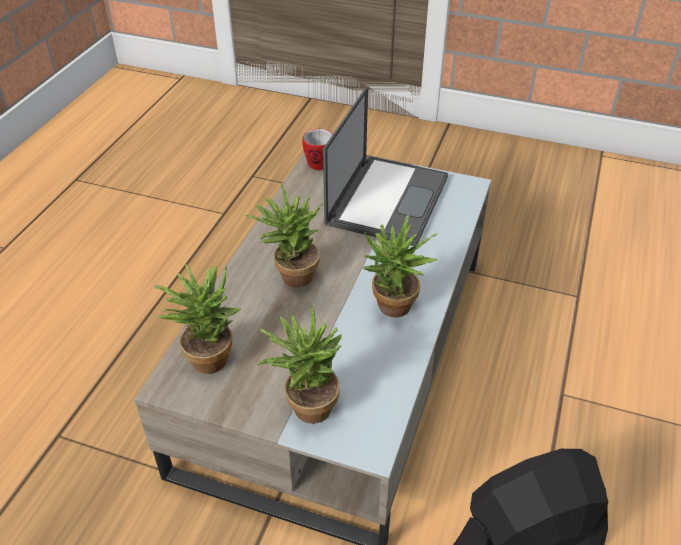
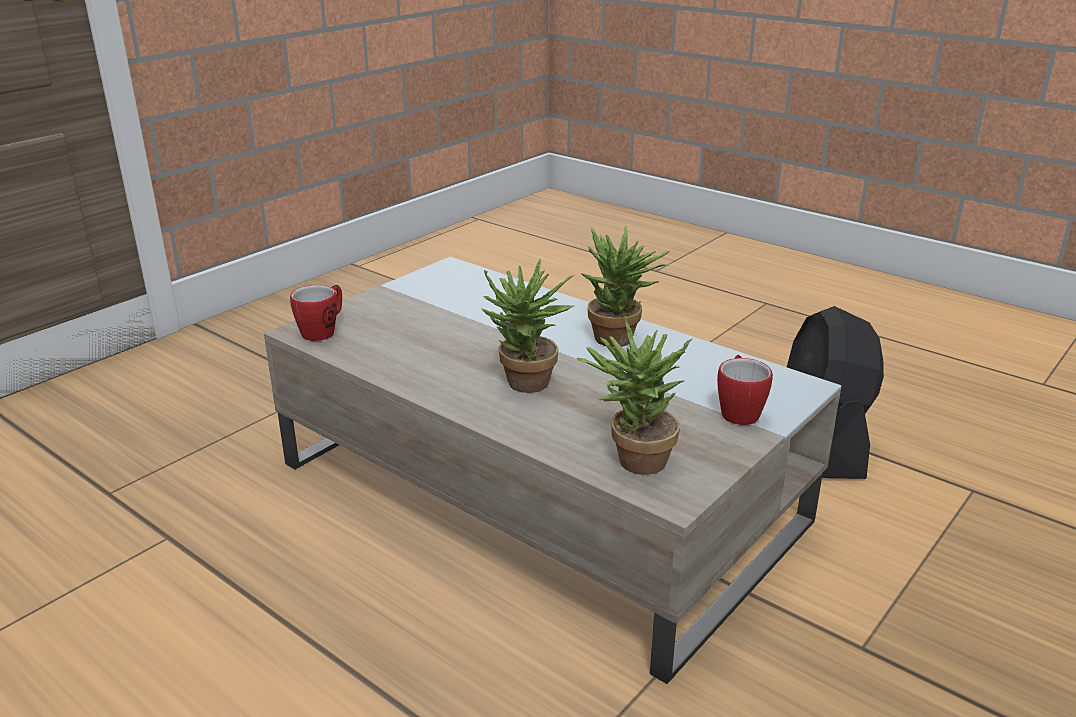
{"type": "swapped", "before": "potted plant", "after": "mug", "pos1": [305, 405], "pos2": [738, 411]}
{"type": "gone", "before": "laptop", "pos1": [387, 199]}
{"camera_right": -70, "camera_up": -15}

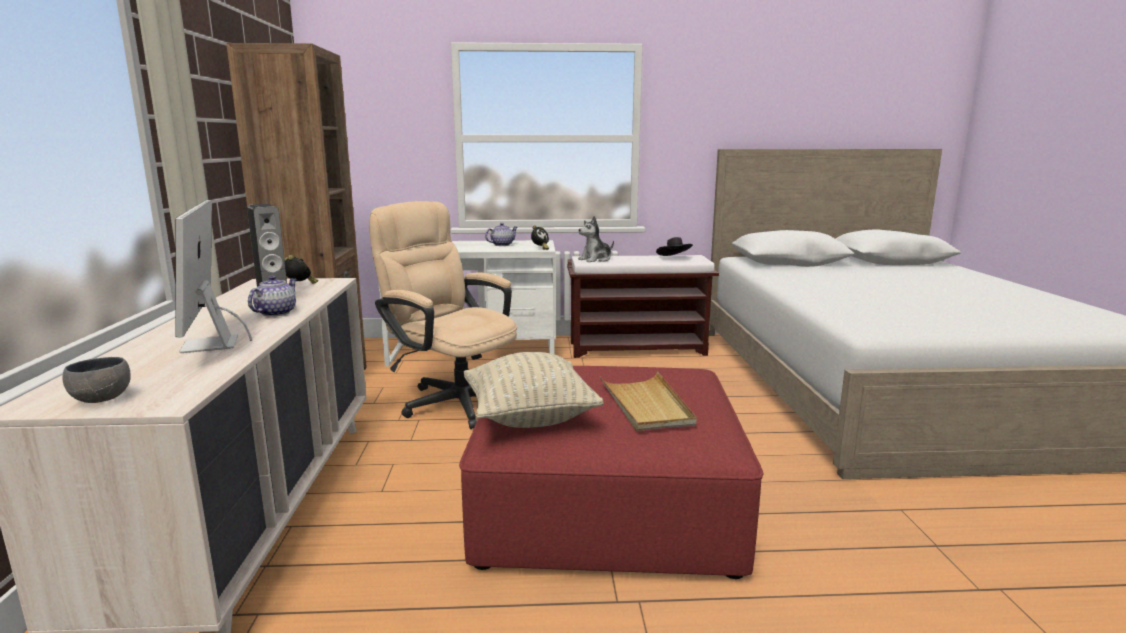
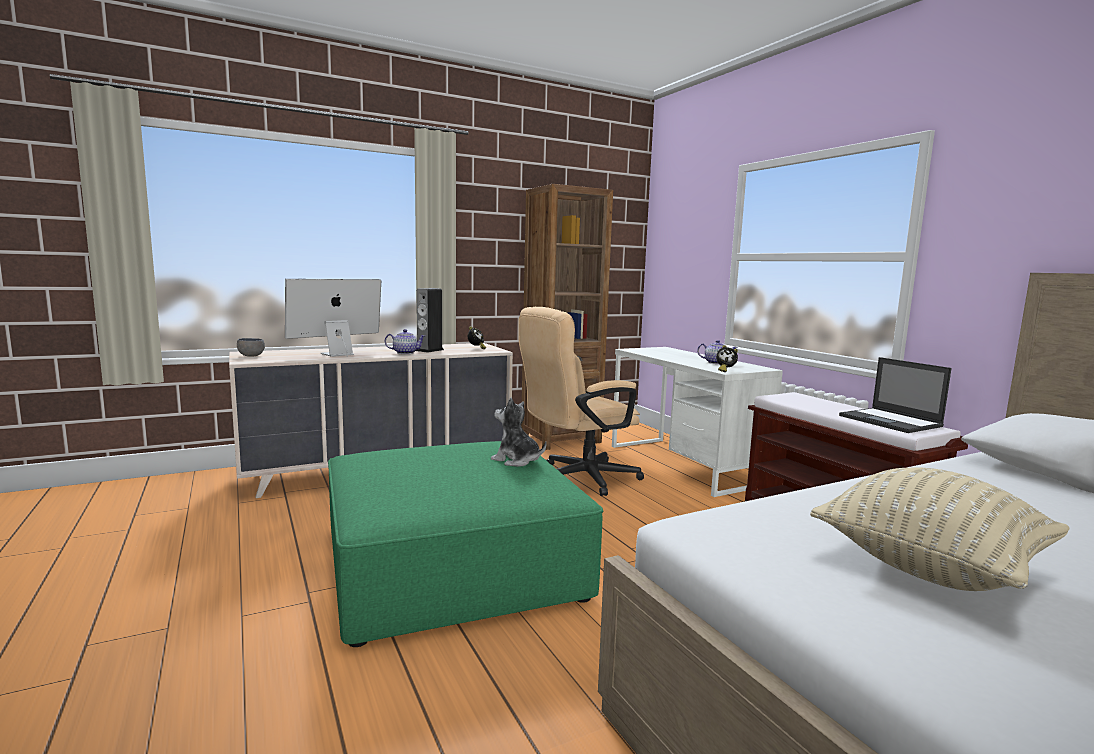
{"type": "rotated", "before": "beige office chair", "pos1": [453, 400], "pos2": [577, 479], "turn": -135}
{"type": "repainted", "before": "red ottoman", "after": "green ottoman", "pos1": [604, 499], "pos2": [454, 564]}
{"type": "shifted", "before": "beige pillow", "pos1": [529, 418], "pos2": [930, 567]}
{"type": "shifted", "before": "plush toy", "pos1": [596, 259], "pos2": [516, 460]}
{"type": "gone", "before": "beige tray", "pos1": [646, 405]}
{"type": "swapped", "before": "black hat", "after": "laptop", "pos1": [674, 258], "pos2": [891, 421]}
{"camera_right": 65, "camera_up": -5}

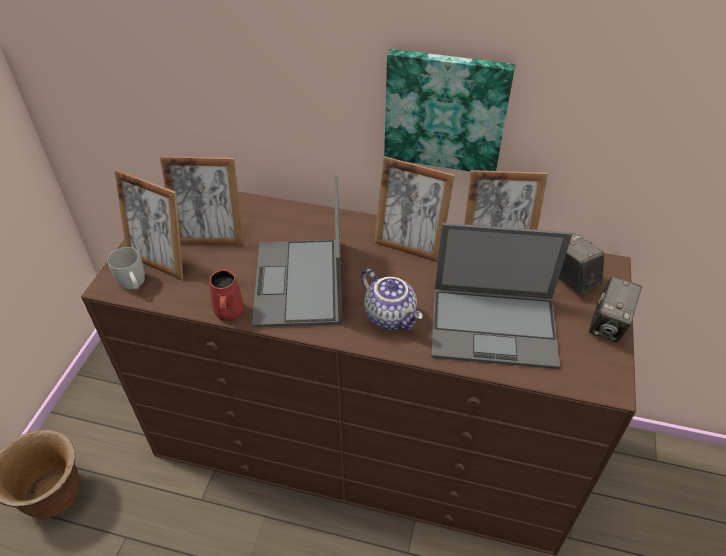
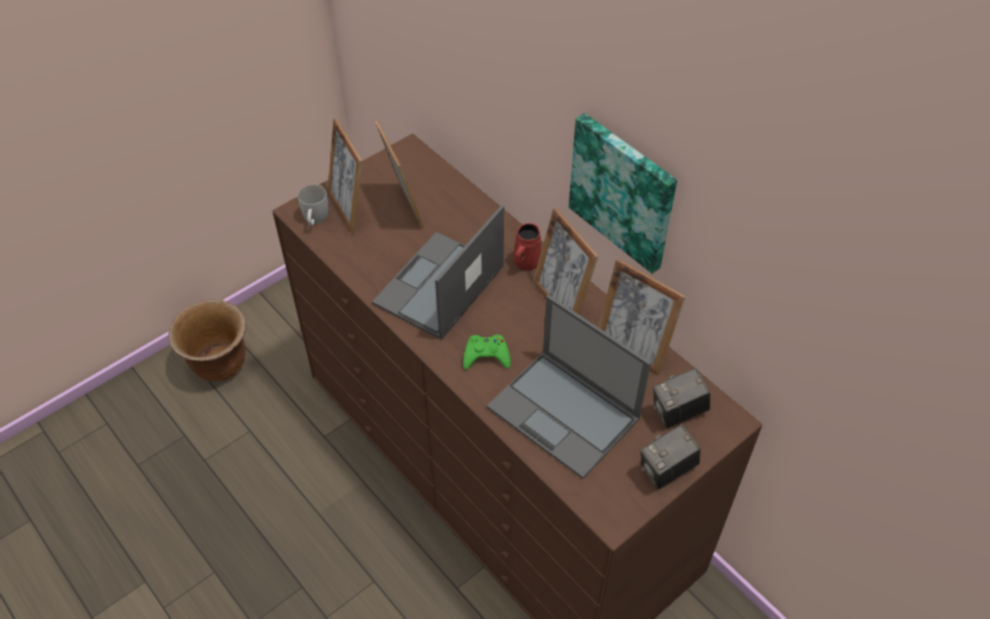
{"type": "rotated", "before": "picture frame", "pos1": [211, 238], "pos2": [403, 208], "turn": -150}
{"type": "shifted", "before": "red mug", "pos1": [229, 313], "pos2": [526, 262]}
{"type": "swapped", "before": "teapot", "after": "green game controller", "pos1": [391, 316], "pos2": [486, 355]}
{"type": "rotated", "before": "photo camera", "pos1": [571, 280], "pos2": [678, 413], "turn": -120}
{"camera_right": 35, "camera_up": 5}

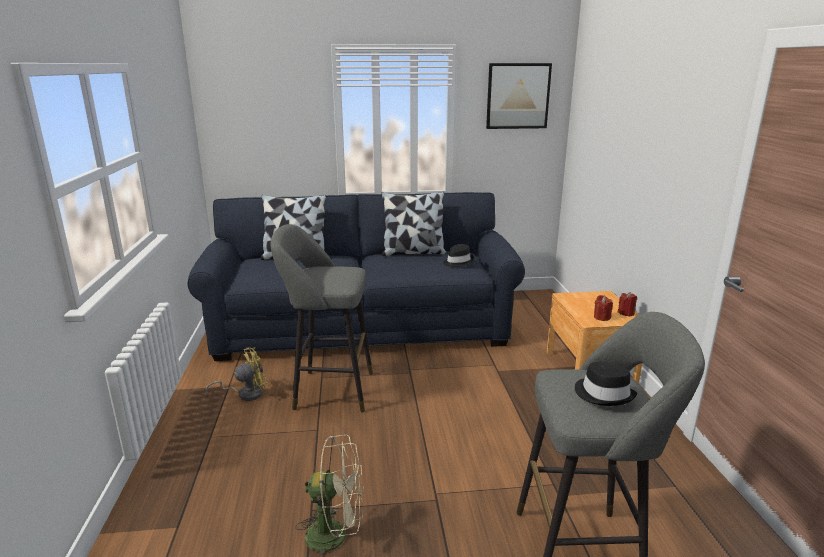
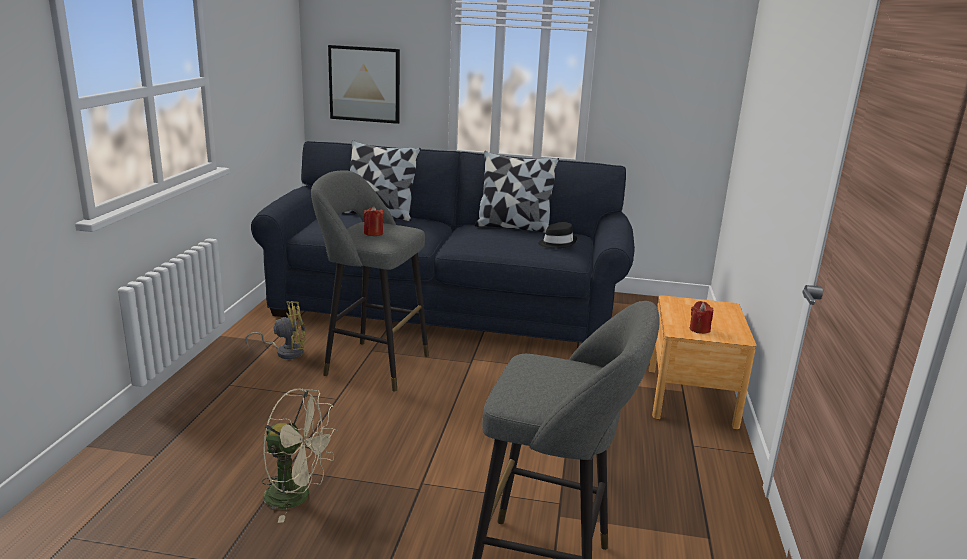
{"type": "shifted", "before": "picture", "pos1": [518, 96], "pos2": [364, 84]}
{"type": "gone", "before": "black hat", "pos1": [604, 394]}
{"type": "shifted", "before": "red candle", "pos1": [626, 313], "pos2": [373, 233]}
{"camera_right": 15, "camera_up": 0}

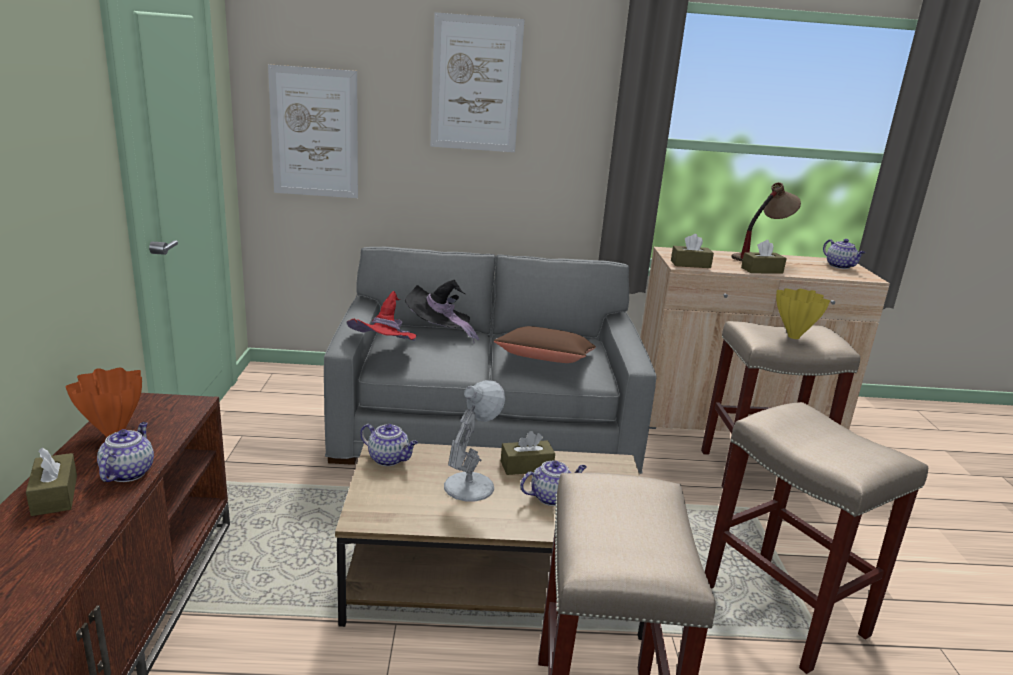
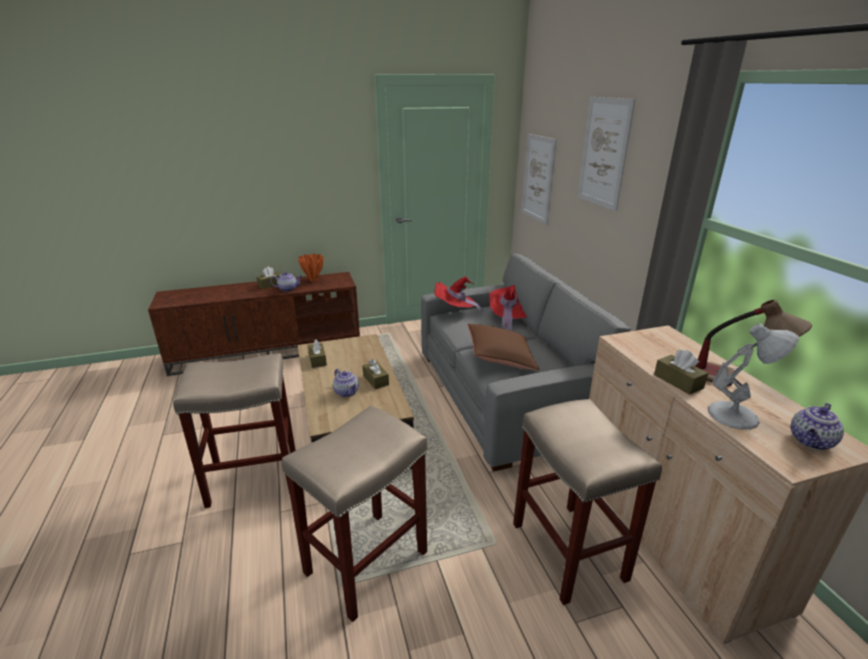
{"type": "gone", "before": "teapot", "pos1": [389, 459]}
{"type": "repainted", "before": "black hat", "after": "red hat", "pos1": [439, 332], "pos2": [508, 318]}
{"type": "shifted", "before": "white table lamp", "pos1": [470, 485], "pos2": [736, 415]}
{"type": "shifted", "before": "brown tissue box", "pos1": [690, 264], "pos2": [317, 360]}
{"type": "gone", "before": "yellow vase", "pos1": [793, 337]}
{"camera_right": 75, "camera_up": 5}

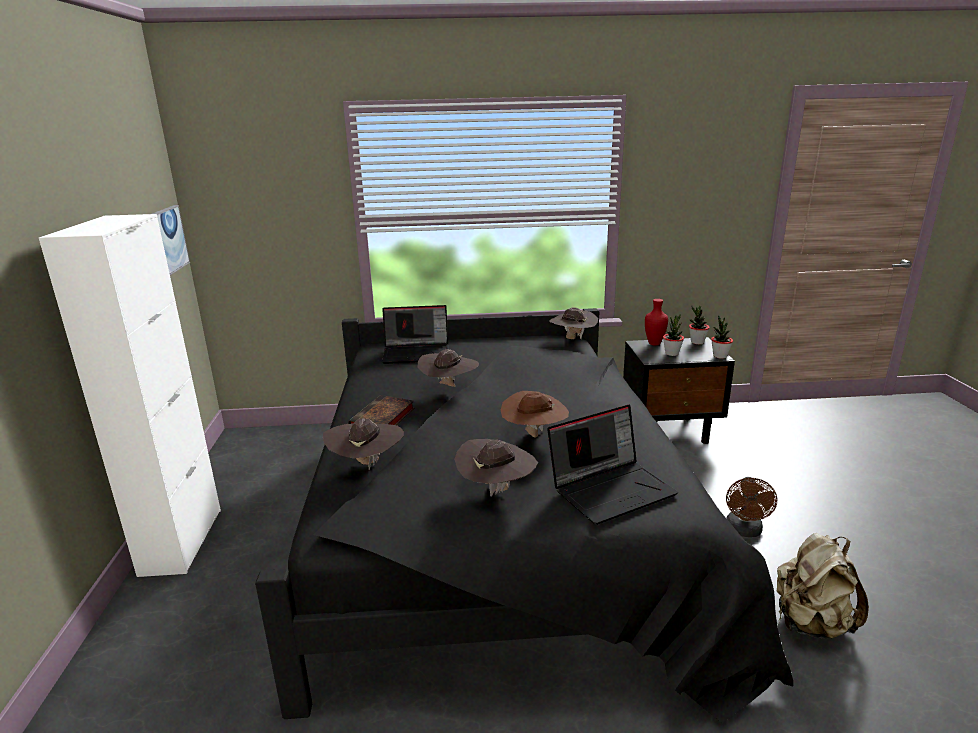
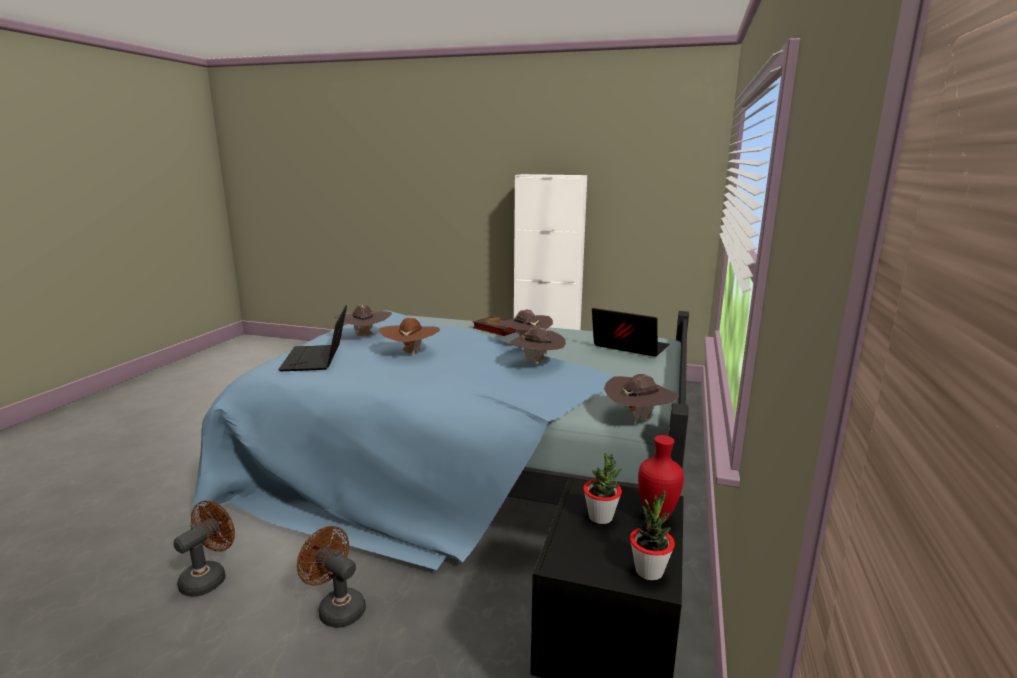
{"type": "gone", "before": "picture", "pos1": [168, 240]}
{"type": "repainted", "before": "black bed", "after": "blue bed", "pos1": [502, 530], "pos2": [471, 465]}
{"type": "shifted", "before": "brown hat", "pos1": [366, 464], "pos2": [537, 363]}
{"type": "rotated", "before": "laptop", "pos1": [417, 353], "pos2": [628, 348], "turn": 105}
{"type": "gone", "before": "potted plant", "pos1": [719, 356]}
{"type": "swapped", "before": "beige backpack", "after": "brown fan", "pos1": [810, 623], "pos2": [209, 577]}
{"camera_right": 110, "camera_up": -5}

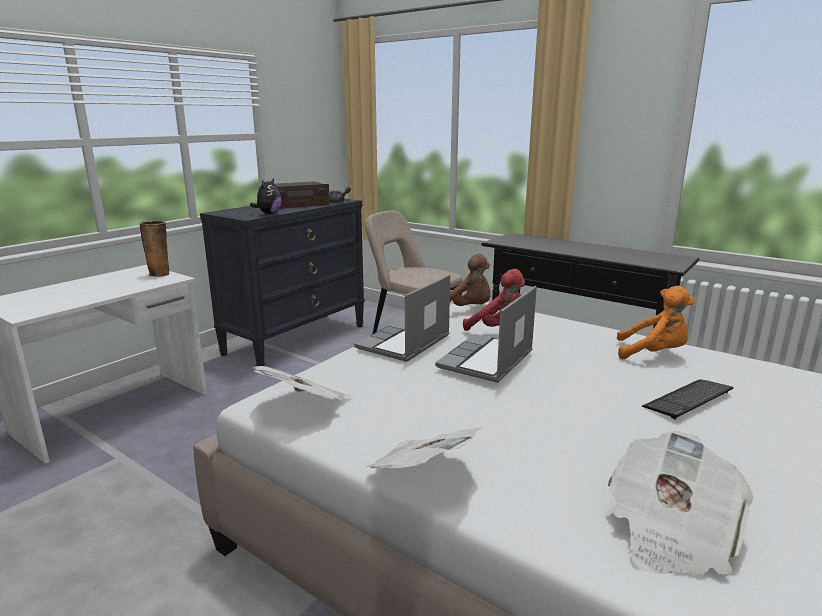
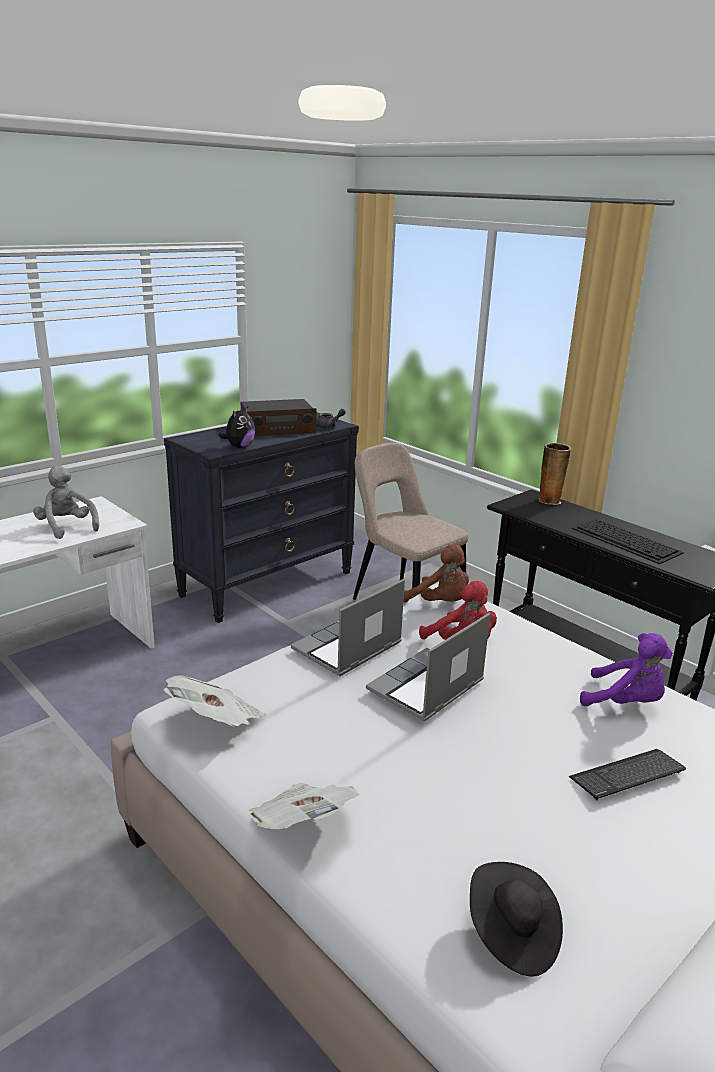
{"type": "shifted", "before": "vase", "pos1": [160, 274], "pos2": [550, 500]}
{"type": "swapped", "before": "newspaper", "after": "black hat", "pos1": [669, 532], "pos2": [512, 934]}
{"type": "repainted", "before": "orange plush toy", "after": "purple plush toy", "pos1": [653, 354], "pos2": [625, 702]}
{"type": "new", "after": "grey plush toy", "pos2": [67, 527]}
{"type": "new", "after": "keyboard", "pos2": [627, 541]}
{"camera_right": 10, "camera_up": 5}

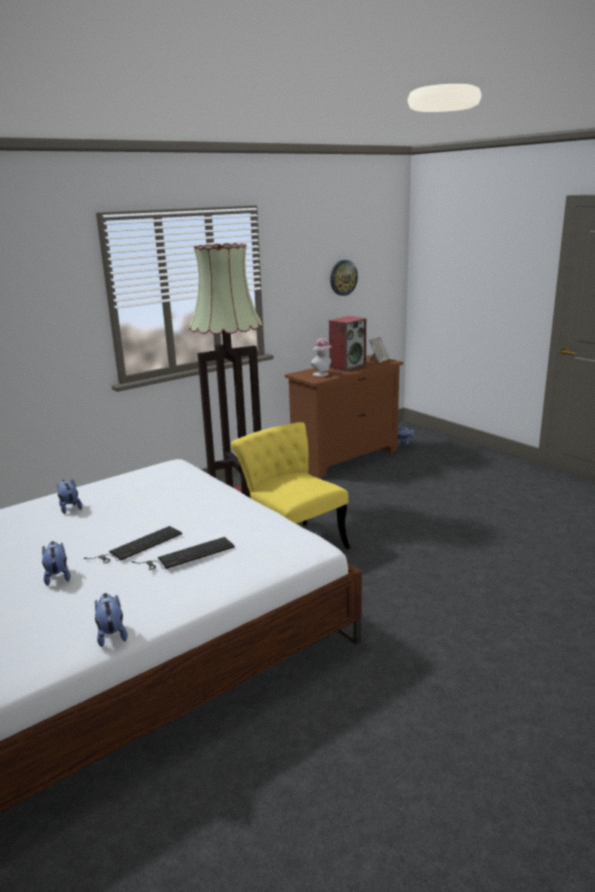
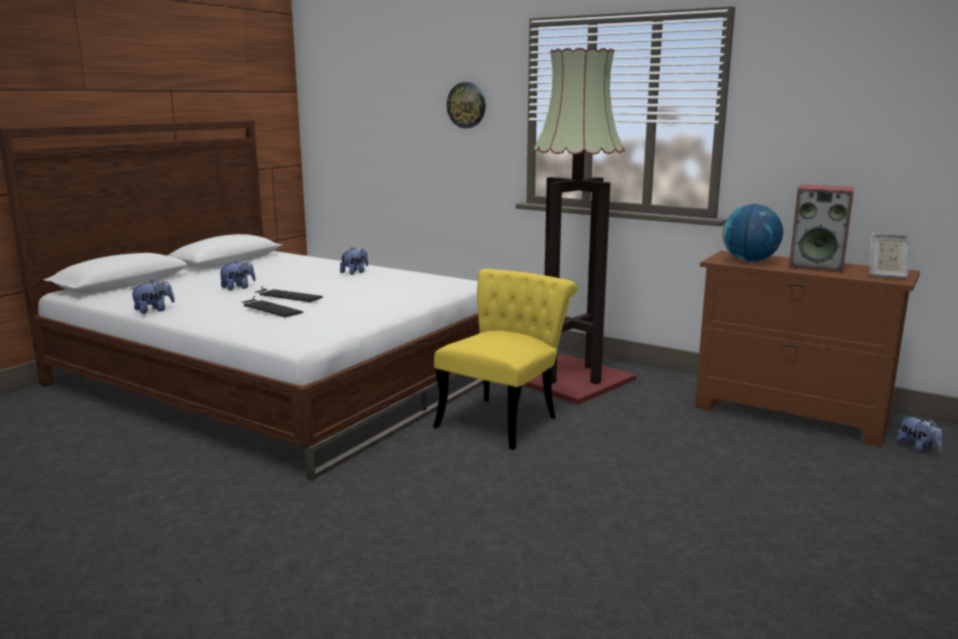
{"type": "swapped", "before": "hat", "after": "globe", "pos1": [322, 374], "pos2": [749, 261]}
{"type": "shifted", "before": "wall clock", "pos1": [343, 277], "pos2": [466, 105]}
{"camera_right": 70, "camera_up": -5}

